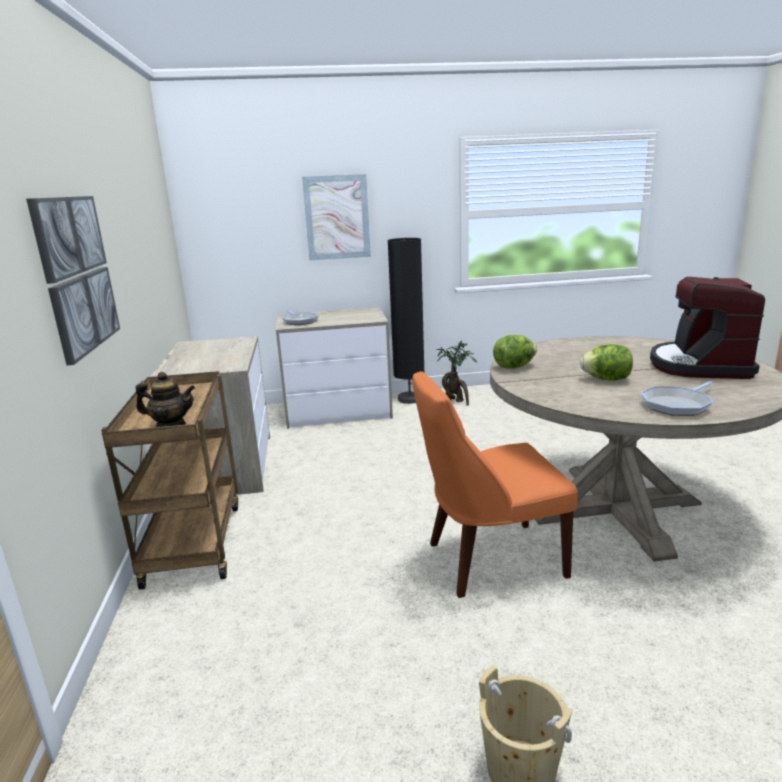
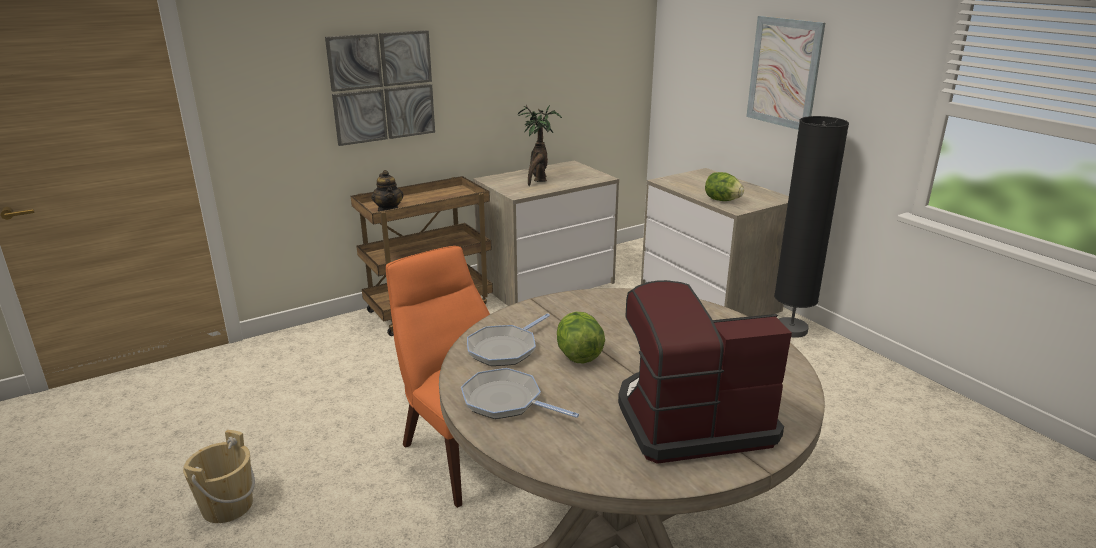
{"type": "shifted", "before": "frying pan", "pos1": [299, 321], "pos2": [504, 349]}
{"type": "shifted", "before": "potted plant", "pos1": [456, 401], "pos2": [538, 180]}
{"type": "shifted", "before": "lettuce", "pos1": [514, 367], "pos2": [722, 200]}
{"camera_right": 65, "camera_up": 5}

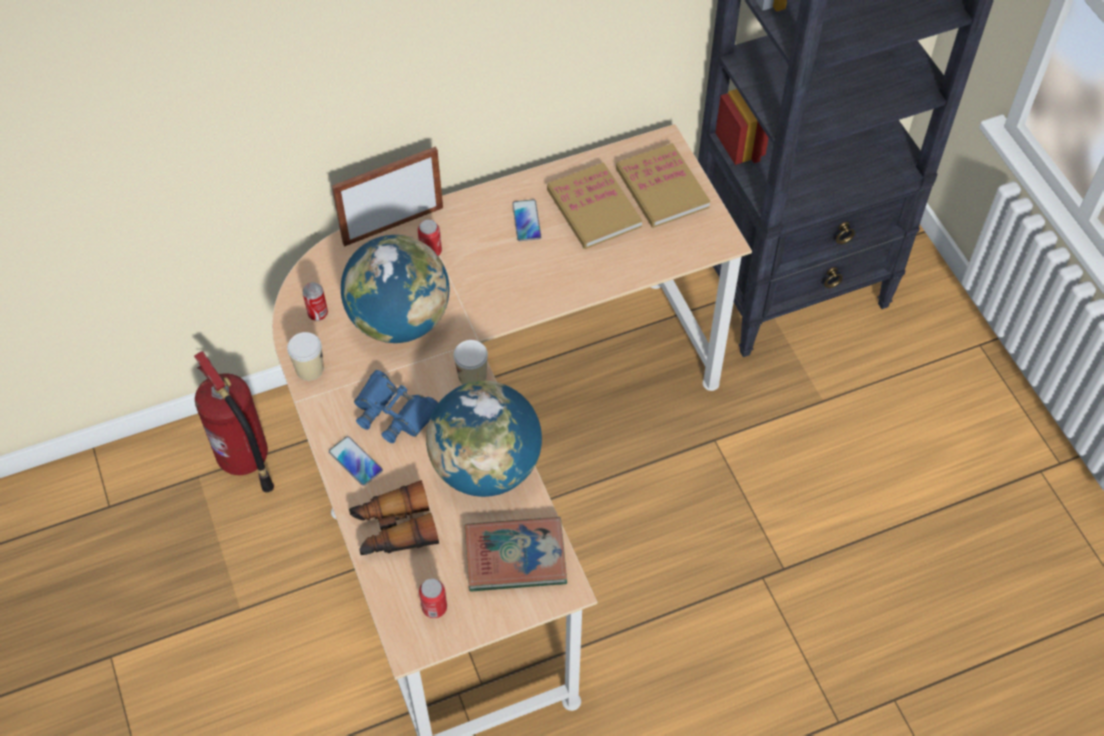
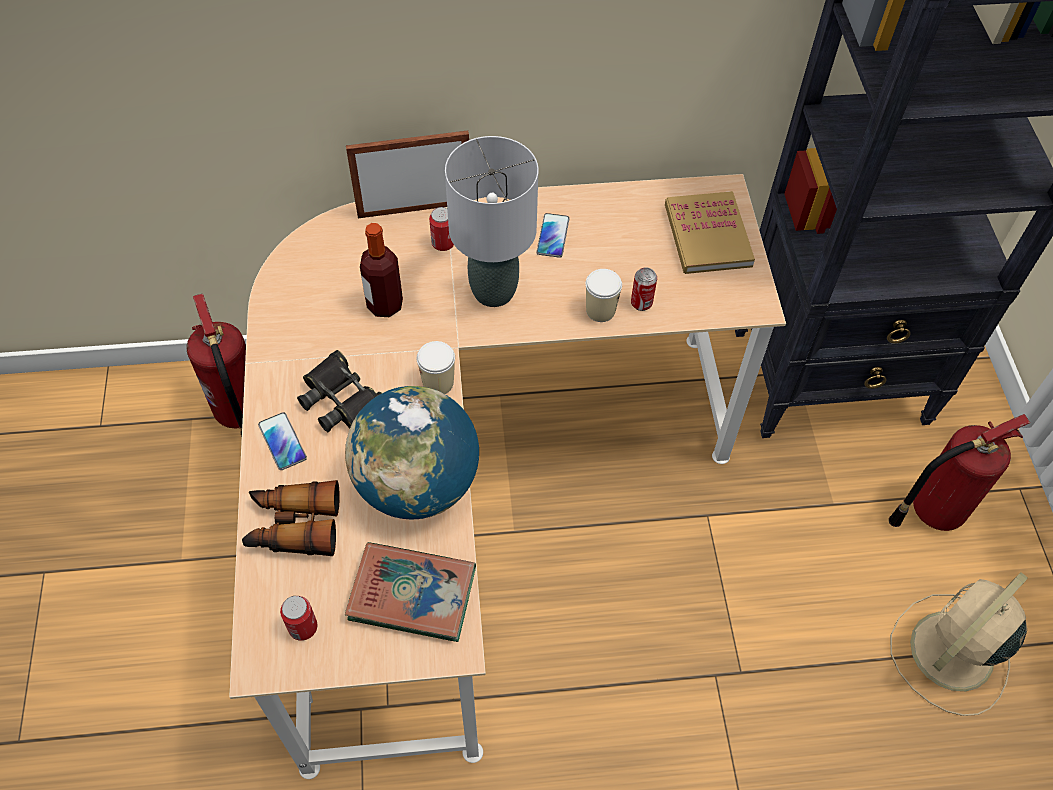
{"type": "shifted", "before": "cup", "pos1": [310, 369], "pos2": [600, 310]}
{"type": "shifted", "before": "can", "pos1": [318, 313], "pos2": [641, 303]}
{"type": "swapped", "before": "globe", "after": "bottle", "pos1": [399, 320], "pos2": [385, 305]}
{"type": "repainted", "before": "blue binoculars", "after": "black binoculars", "pos1": [394, 412], "pos2": [342, 399]}
{"type": "gone", "before": "book", "pos1": [593, 208]}
{"type": "new", "after": "grey table lamp", "pos2": [493, 292]}
{"type": "new", "after": "fire extinguisher", "pos2": [933, 510]}
{"type": "new", "after": "beige fan", "pos2": [949, 653]}
{"camera_right": 15, "camera_up": 0}

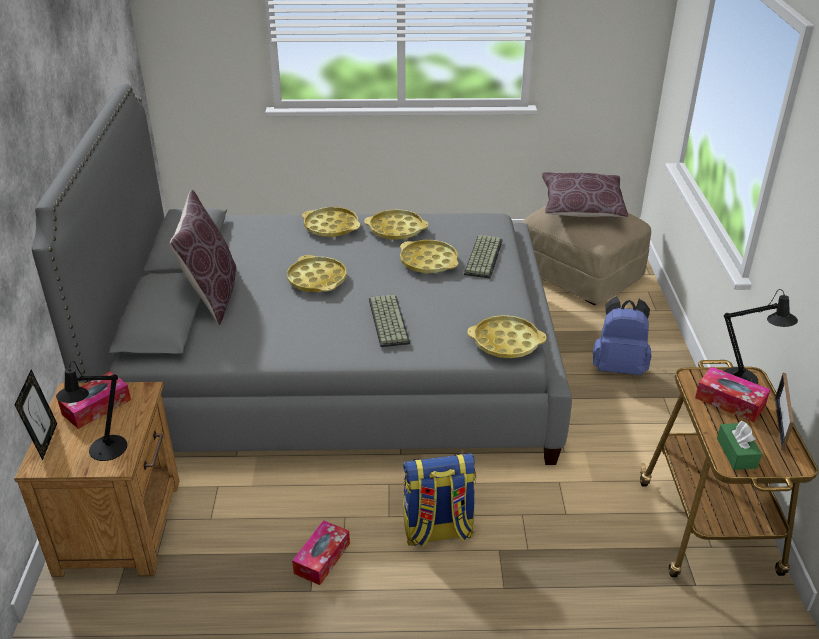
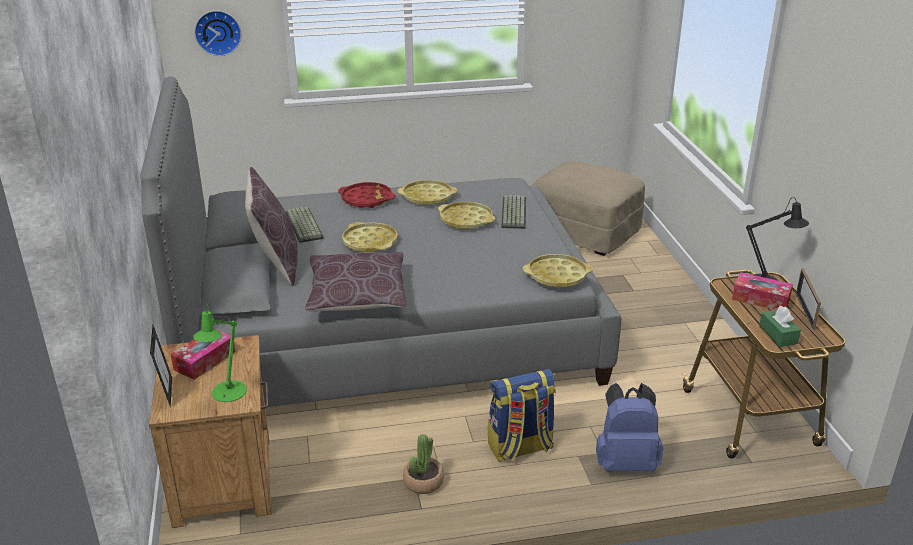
{"type": "repainted", "before": "black table lamp", "after": "green table lamp", "pos1": [104, 451], "pos2": [226, 394]}
{"type": "swapped", "before": "tissue box", "after": "potted plant", "pos1": [322, 558], "pos2": [423, 481]}
{"type": "repainted", "before": "yellow tray", "after": "red tray", "pos1": [331, 227], "pos2": [367, 199]}
{"type": "shifted", "before": "keyboard", "pos1": [387, 321], "pos2": [302, 225]}
{"type": "shifted", "before": "brown pillow", "pos1": [582, 207], "pos2": [357, 296]}
{"type": "shifted", "before": "blue backpack", "pos1": [618, 367], "pos2": [625, 462]}
{"type": "new", "after": "wall clock", "pos2": [218, 32]}
{"camera_right": -10, "camera_up": -5}

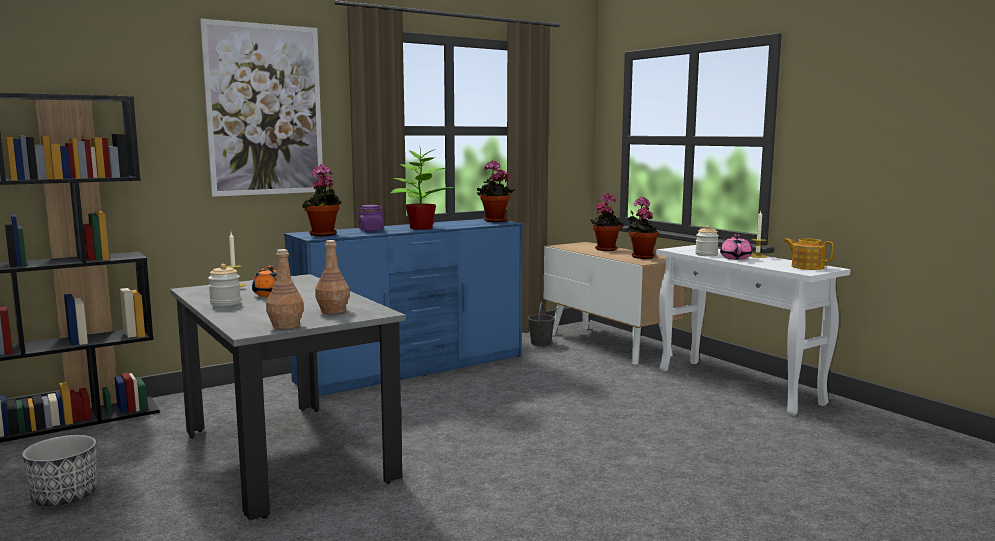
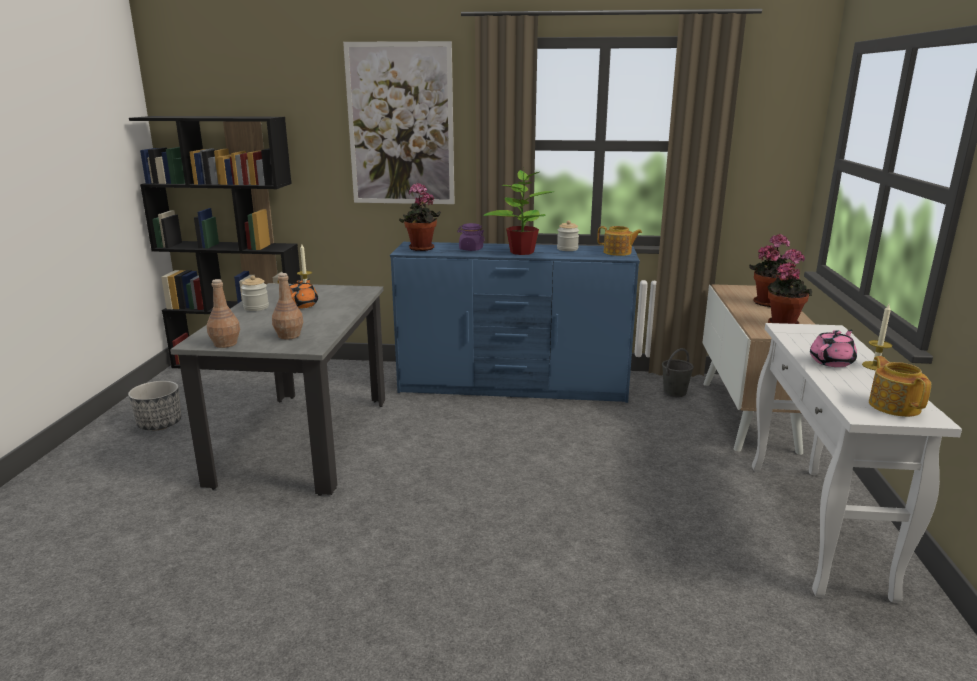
{"type": "swapped", "before": "potted plant", "after": "teapot", "pos1": [494, 221], "pos2": [618, 252]}
{"type": "shifted", "before": "jar", "pos1": [706, 254], "pos2": [567, 249]}
{"camera_right": 40, "camera_up": 10}

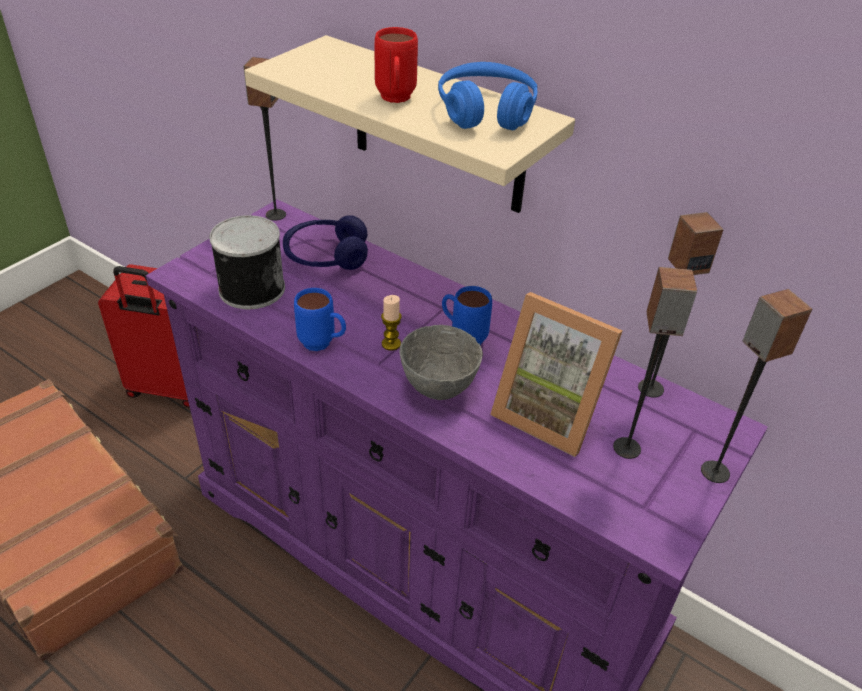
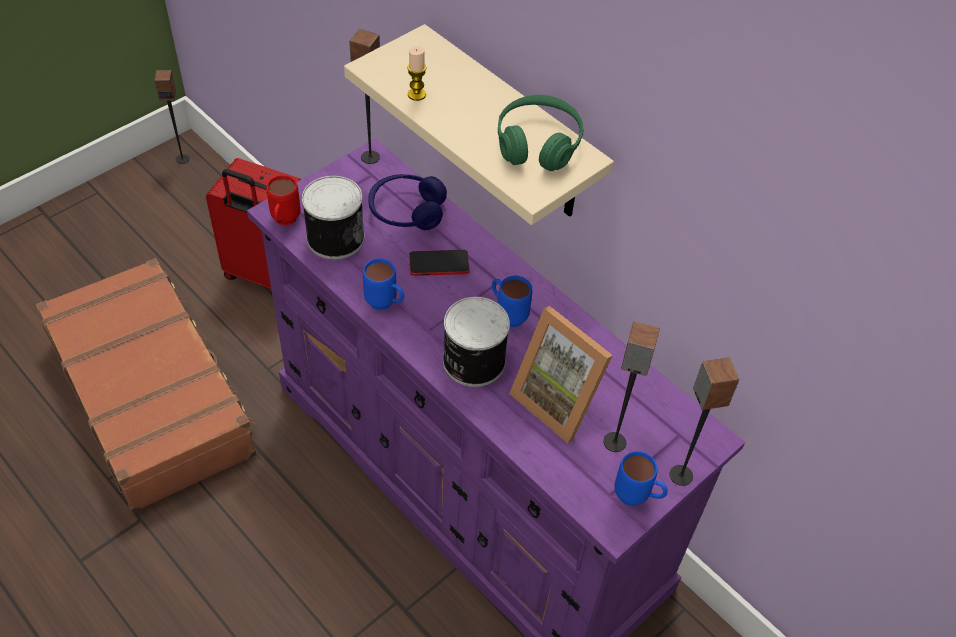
{"type": "shifted", "before": "red mug", "pos1": [395, 101], "pos2": [284, 222]}
{"type": "shifted", "before": "candle", "pos1": [391, 344], "pos2": [416, 94]}
{"type": "swapped", "before": "grey bowl", "after": "can", "pos1": [437, 388], "pos2": [472, 361]}
{"type": "repainted", "before": "blue headphones", "after": "green headphones", "pos1": [486, 111], "pos2": [538, 144]}
{"type": "shifted", "before": "speaker", "pos1": [650, 388], "pos2": [182, 159]}
{"type": "new", "after": "phone", "pos2": [439, 263]}
{"type": "new", "after": "blue mug", "pos2": [637, 498]}
{"camera_right": 10, "camera_up": 10}

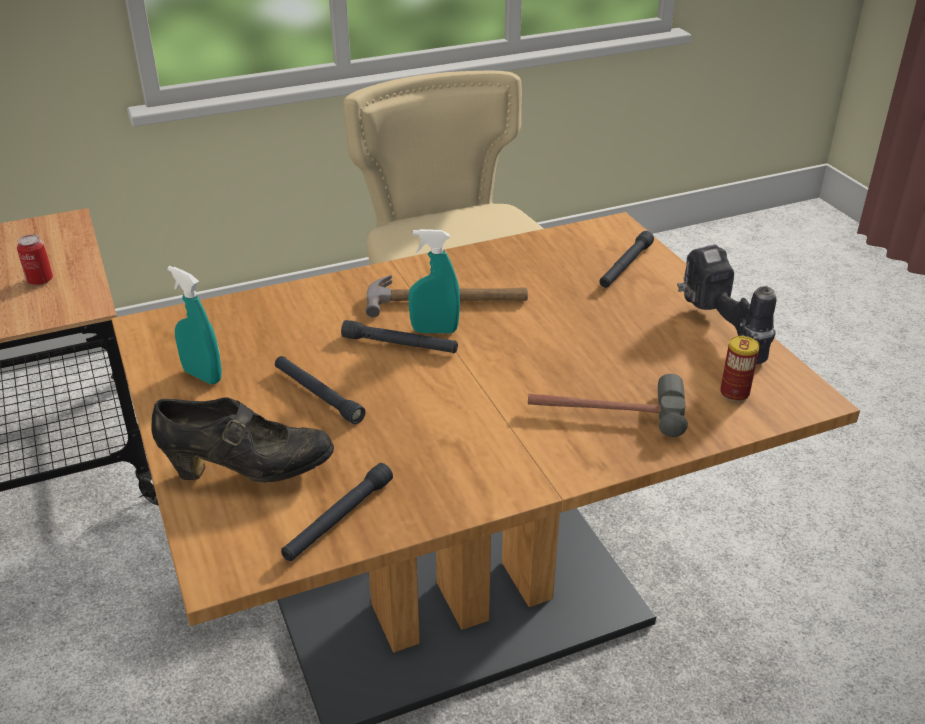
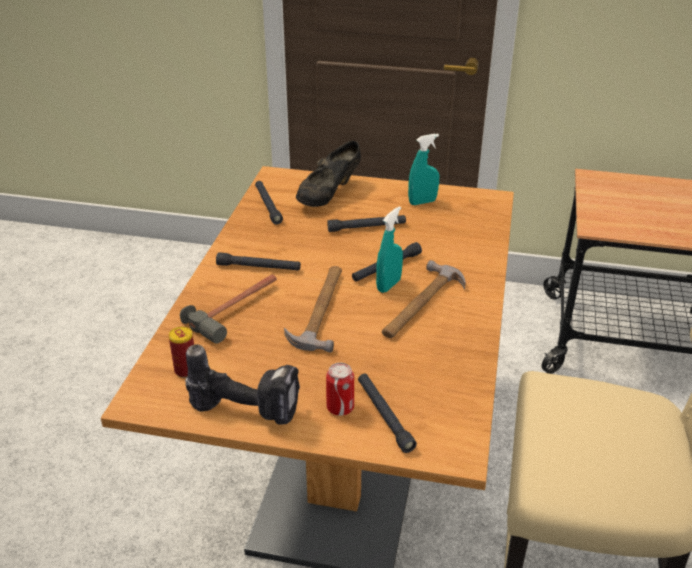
{"type": "shifted", "before": "can", "pos1": [40, 280], "pos2": [340, 407]}
{"type": "new", "after": "black flashlight", "pos2": [258, 267]}
{"type": "new", "after": "hammer", "pos2": [321, 309]}
{"camera_right": 125, "camera_up": 0}

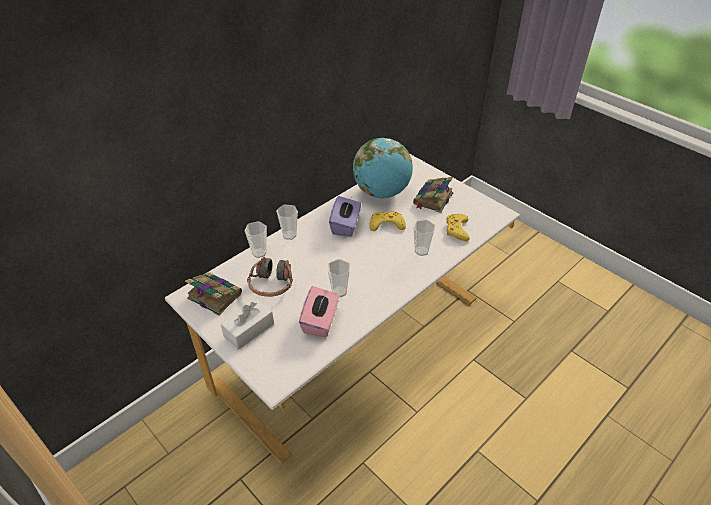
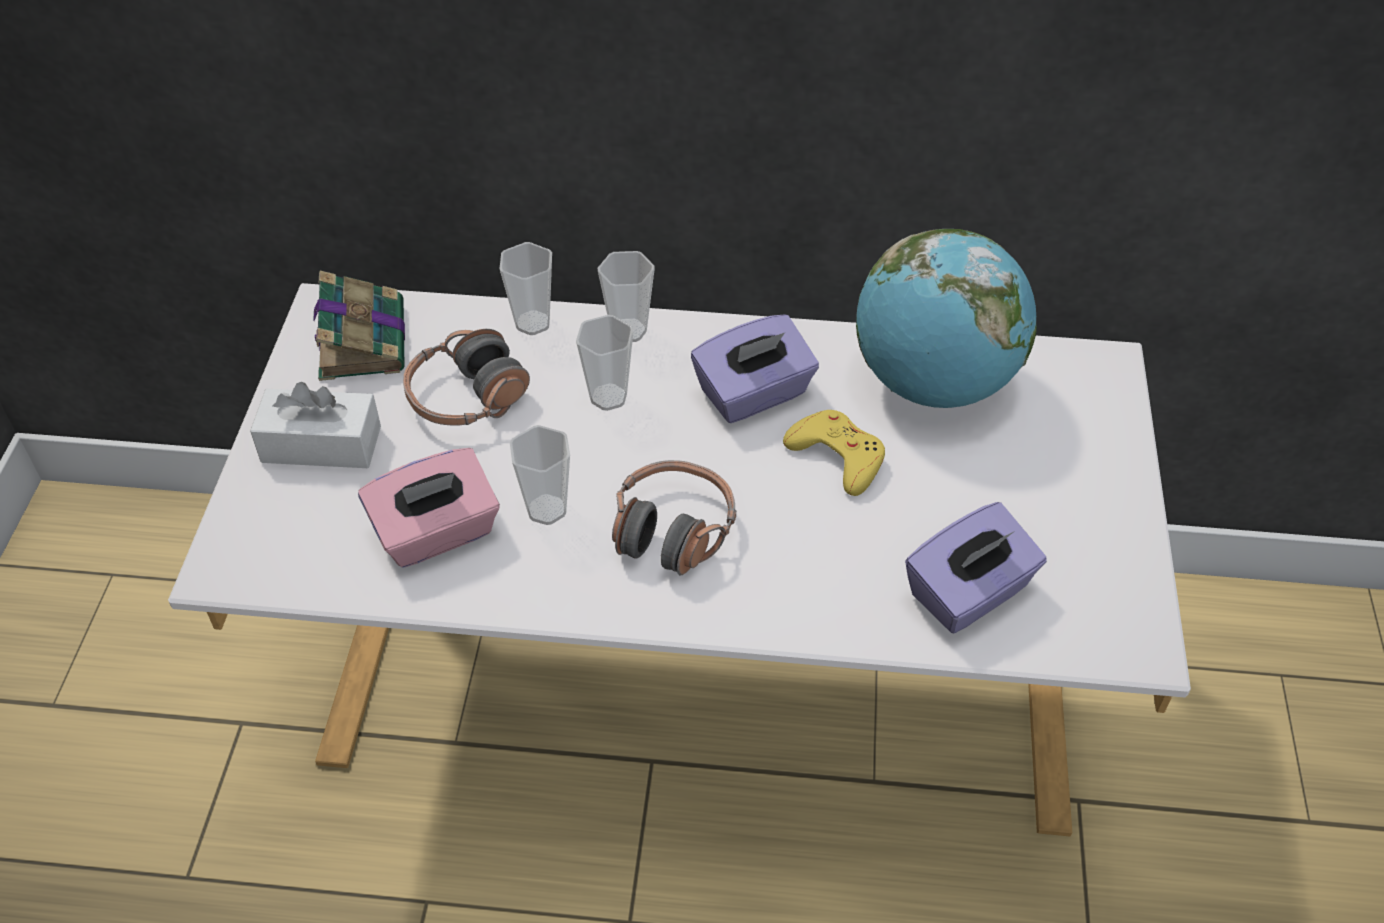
{"type": "gone", "before": "book", "pos1": [433, 199]}
{"type": "shifted", "before": "cup", "pos1": [421, 251], "pos2": [608, 397]}
{"type": "swapped", "before": "yellow game controller", "after": "purple tissue box", "pos1": [457, 230], "pos2": [969, 593]}
{"type": "new", "after": "headphones", "pos2": [672, 530]}
{"camera_right": 50, "camera_up": 5}

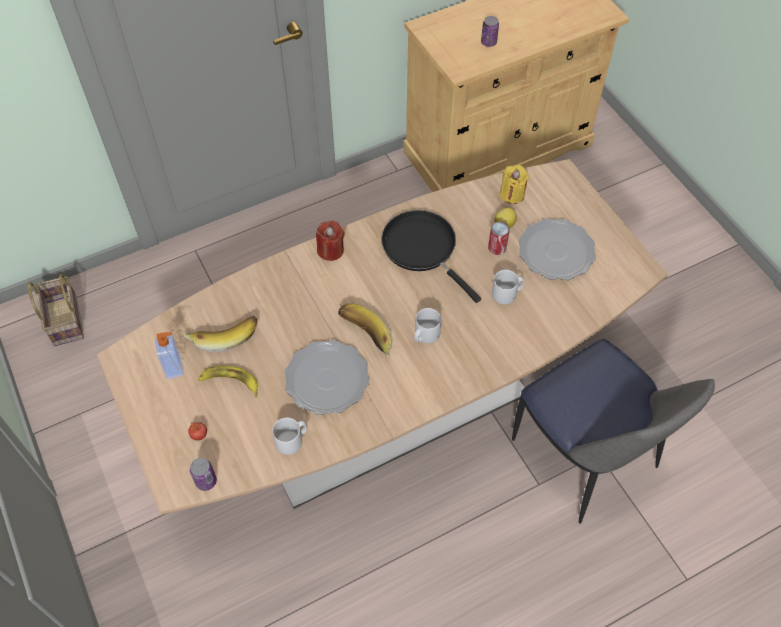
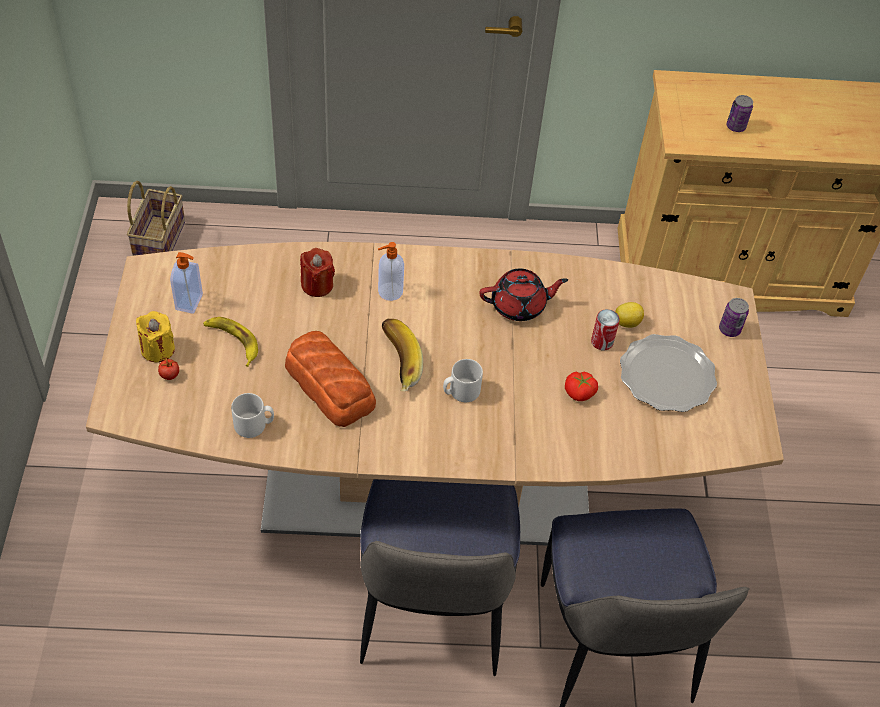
{"type": "gone", "before": "banana", "pos1": [224, 335]}
{"type": "shifted", "before": "can", "pos1": [206, 481], "pos2": [729, 329]}
{"type": "swapped", "before": "plate", "after": "bread", "pos1": [327, 378], "pos2": [329, 384]}
{"type": "shifted", "before": "red candle", "pos1": [330, 250], "pos2": [317, 285]}
{"type": "swapped", "before": "black frying pan", "after": "red teapot", "pos1": [422, 248], "pos2": [519, 306]}
{"type": "swapped", "before": "grey mug", "after": "tomato", "pos1": [507, 294], "pos2": [579, 393]}
{"type": "shifted", "before": "yellow candle", "pos1": [512, 194], "pos2": [158, 349]}
{"type": "new", "after": "chair", "pos2": [432, 612]}
{"type": "new", "after": "soap dispenser", "pos2": [389, 292]}
{"camera_right": 25, "camera_up": -5}

